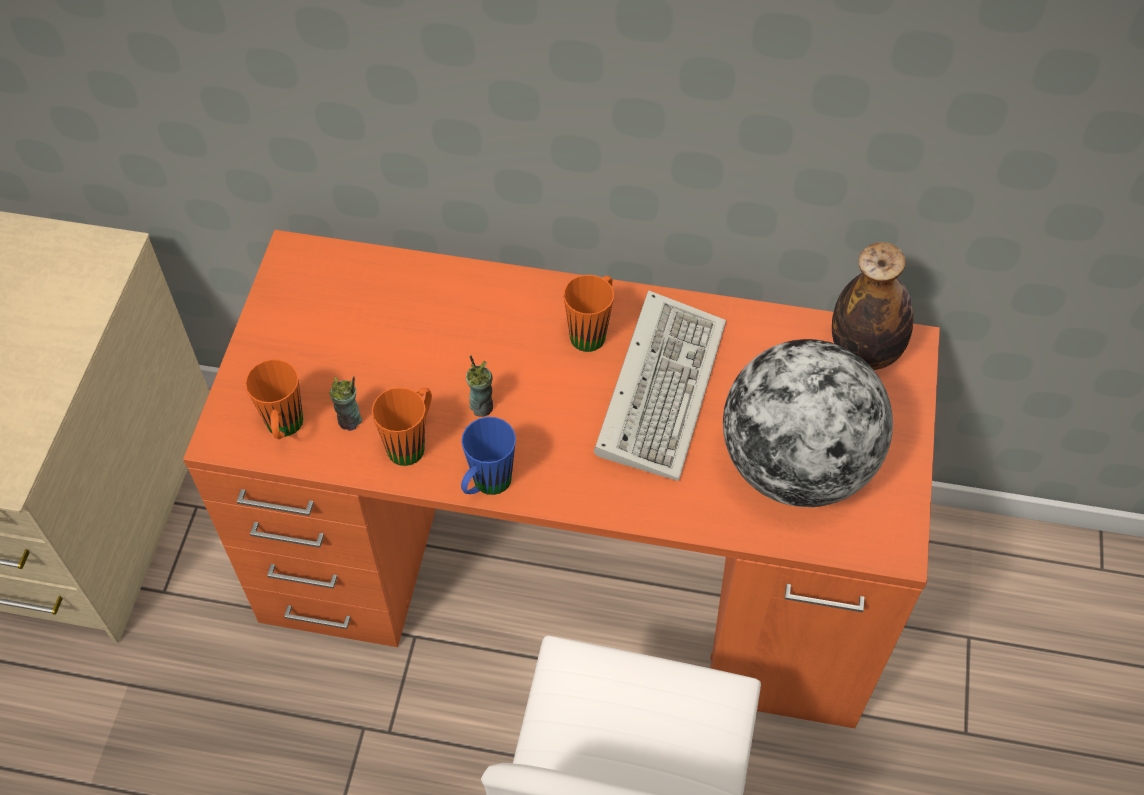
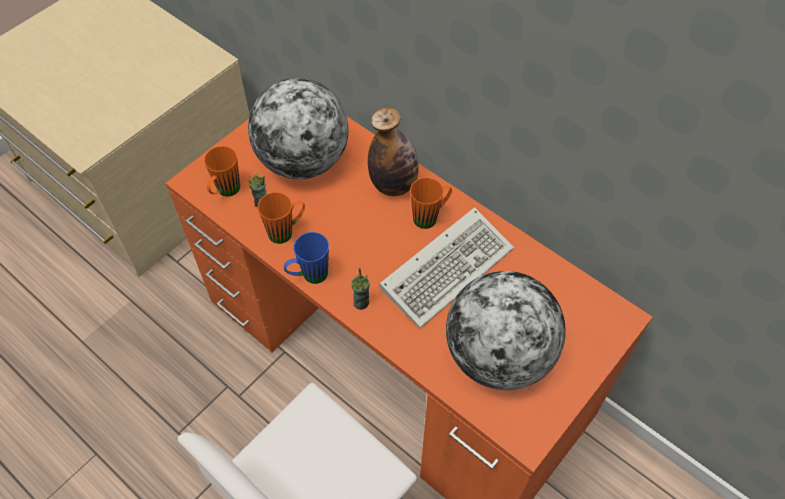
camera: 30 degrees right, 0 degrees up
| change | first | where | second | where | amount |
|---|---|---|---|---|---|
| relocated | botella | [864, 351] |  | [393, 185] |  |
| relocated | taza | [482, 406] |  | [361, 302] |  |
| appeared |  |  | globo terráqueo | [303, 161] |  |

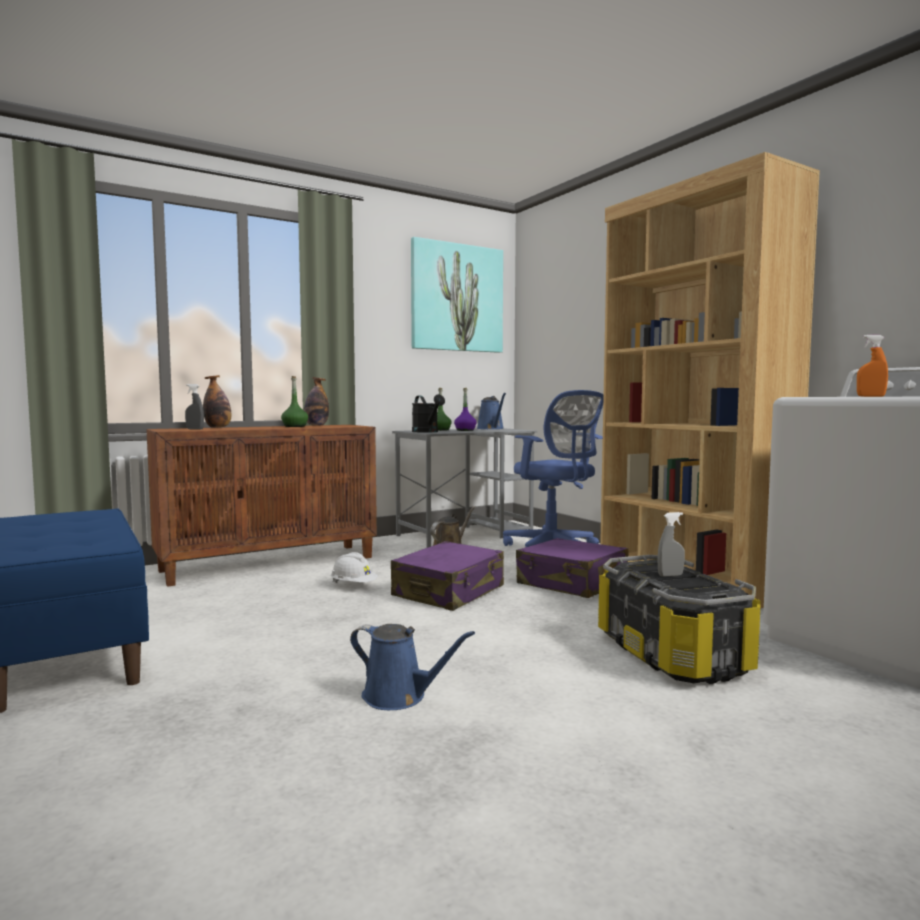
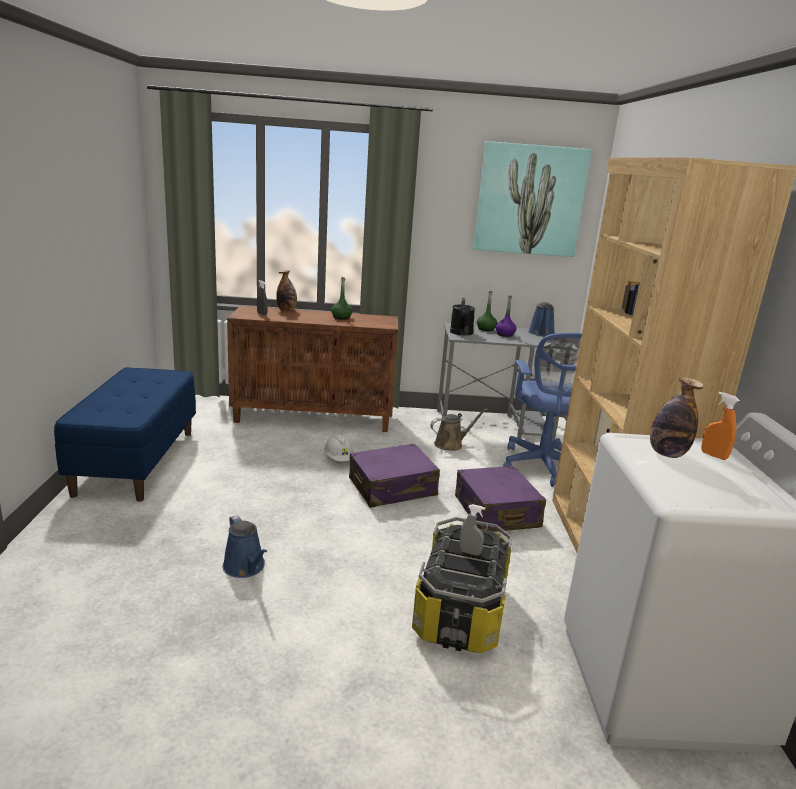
camera: 30 degrees right, 15 degrees up
| change | first | where | second | where | amount |
|---|---|---|---|---|---|
| relocated | botella | [316, 425] |  | [667, 454] |  |

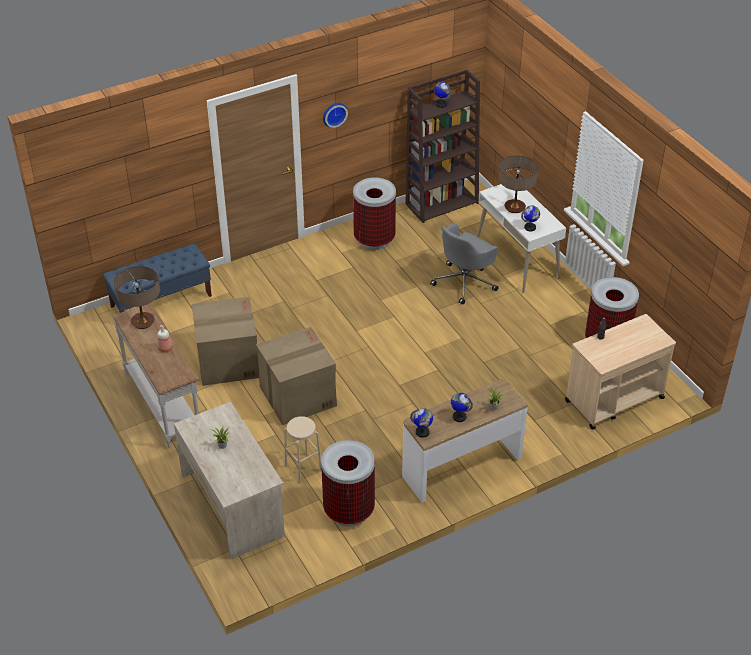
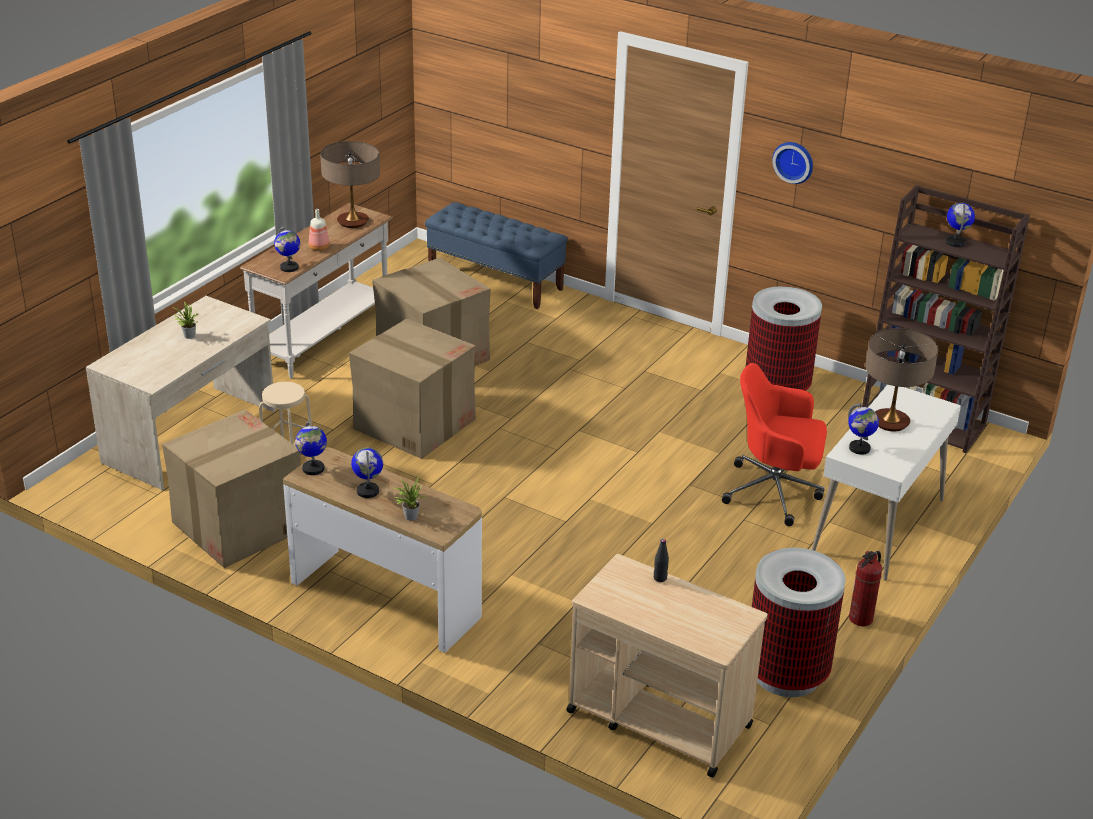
camera: 60 degrees right, 10 degrees down
| change | first | where | second | where | amount |
|---|---|---|---|---|---|
| colour | silla de oficina (gris) | [465, 282] | silla de oficina (rojo) | [775, 491] |  |
| exchanged | papelera | [348, 510] | caja de cartón | [237, 526] |  |
| appeared |  |  | globo terráqueo | [289, 268] |  |
| appeared |  |  | extintor | [861, 619] |  |

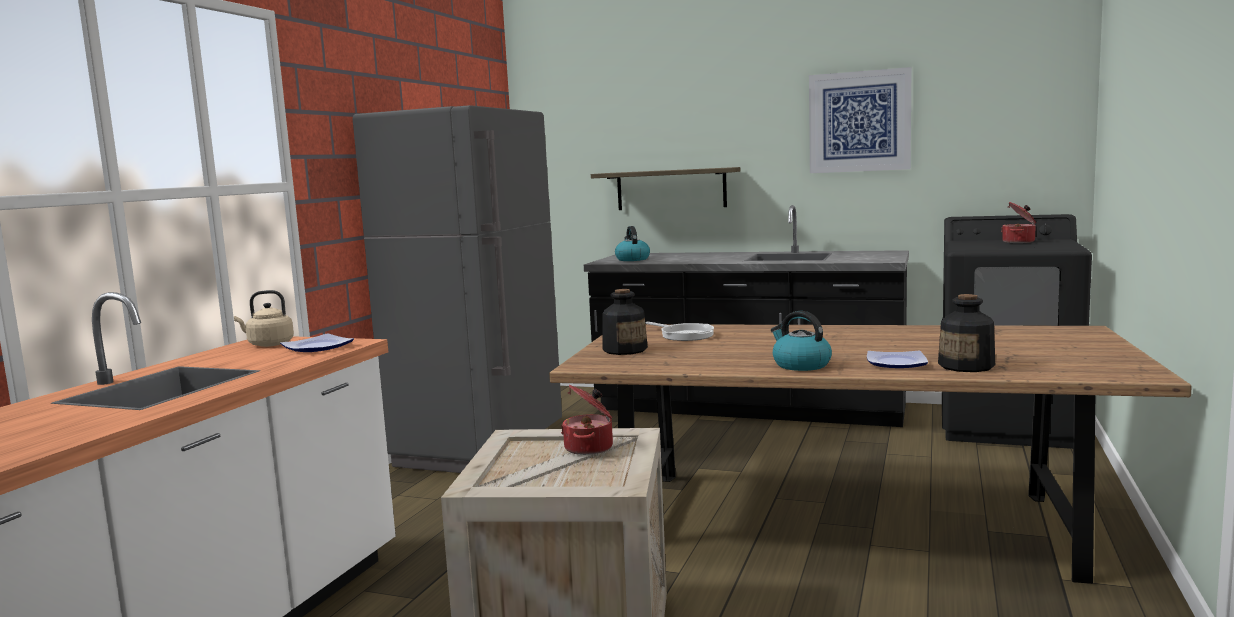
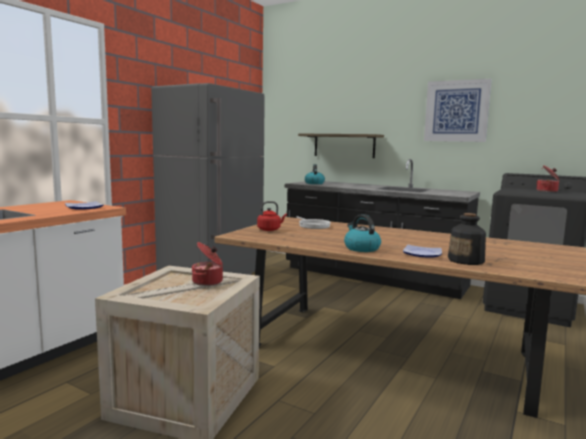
camera: 10 degrees right, 0 degrees up
| change | first | where | second | where | amount |
|---|---|---|---|---|---|
| exchanged | botella | [625, 350] | hervidor (rojo) | [270, 229] |  |
| missing | hervidor (beis) | [268, 344] |  |  |  |

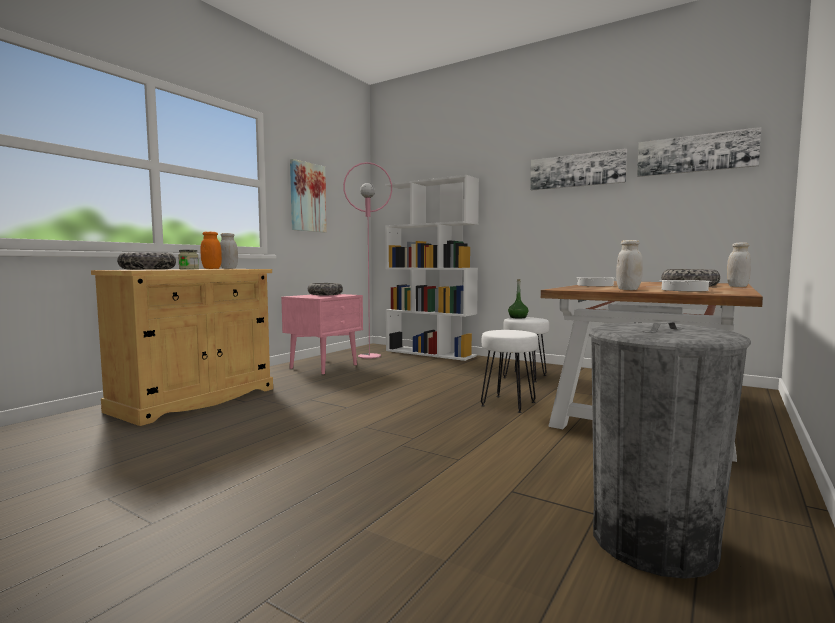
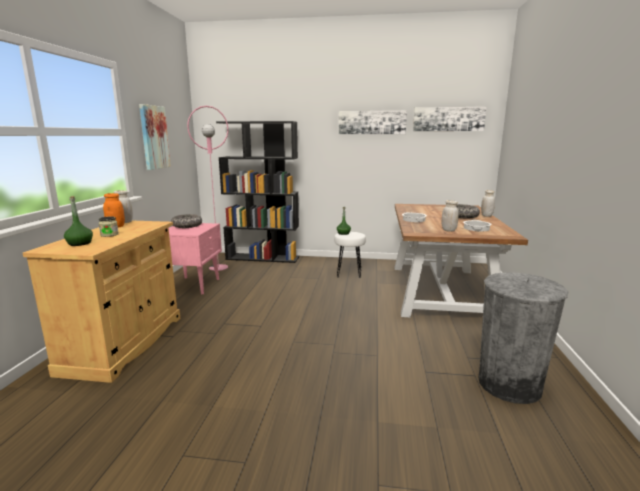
camera: 25 degrees left, 10 degrees up
| change | first | where | second | where | amount |
|---|---|---|---|---|---|
| colour | estantería (blanco) | [430, 353] | estantería (negro) | [263, 258] |  |
| exchanged | cuenco | [147, 269] | botella (verde) | [80, 243] |  |
| missing | taburete (blanco) | [508, 404] |  |  |  |

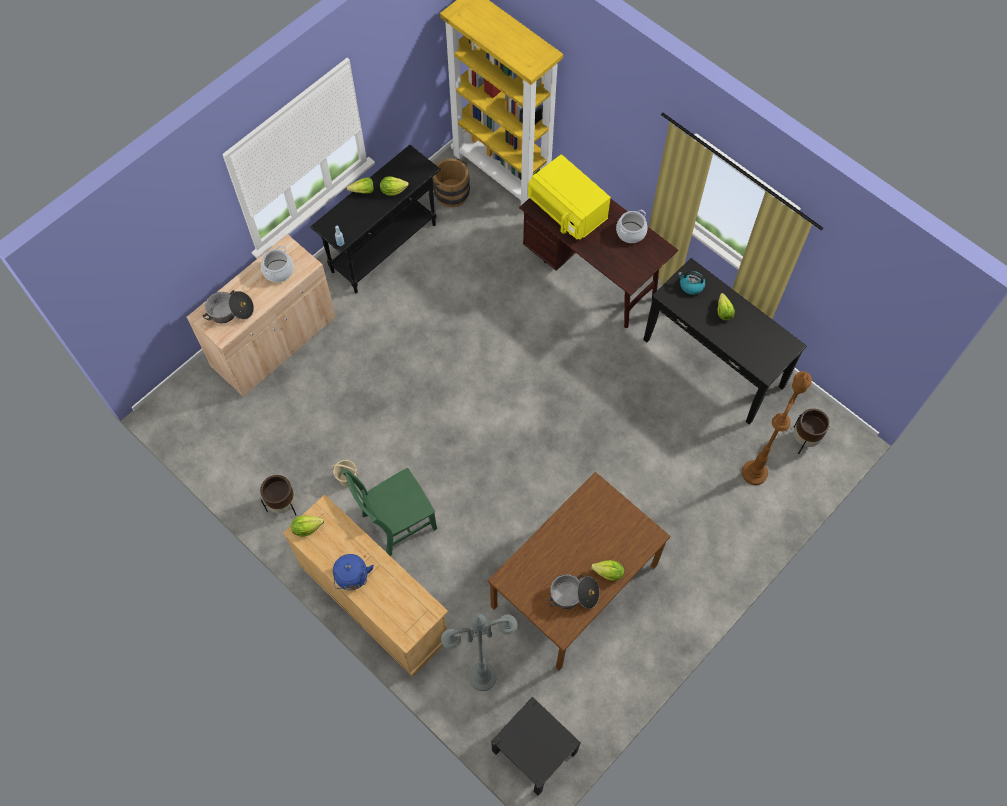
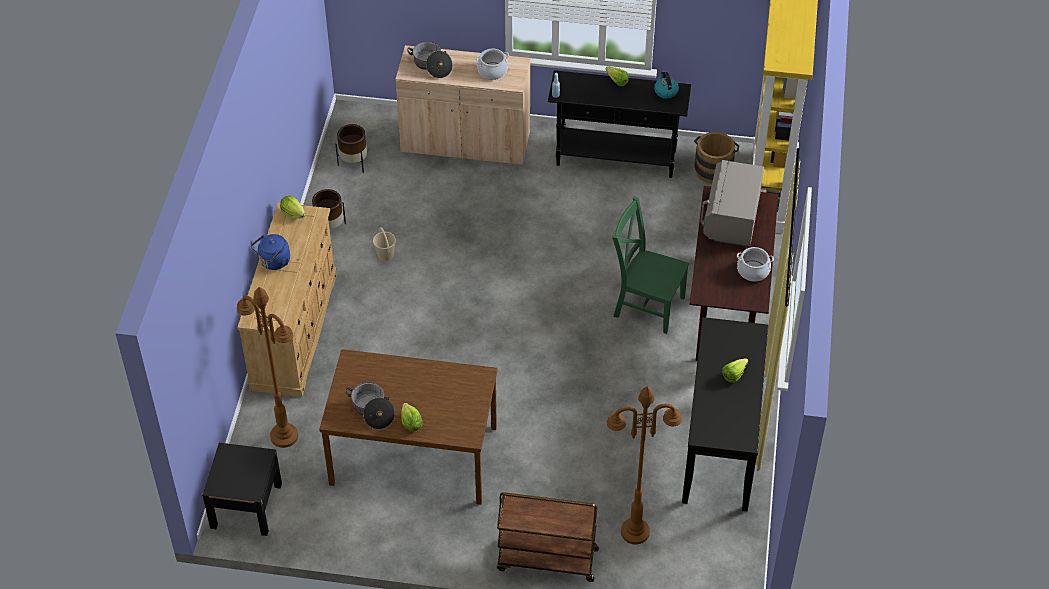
camera: 55 degrees right, 15 degrees down
| change | first | where | second | where | amount |
|---|---|---|---|---|---|
| colour | microondas (amarillo) | [567, 211] | microondas (gris) | [731, 218] |  |
| missing | lechuga | [393, 190] |  |  |  |
| relocated | hervidor | [691, 285] |  | [665, 91] |  |
| relocated | maceta (marrón) | [804, 439] |  | [354, 163] |  |
| relocated | silla (verde) | [396, 523] |  | [646, 305] |  |
| colour | lámpara de pie (gris) | [482, 677] | lámpara de pie (marrón) | [283, 436] |  |
| appeared |  |  | carrito (marrón) | [546, 560] |  |

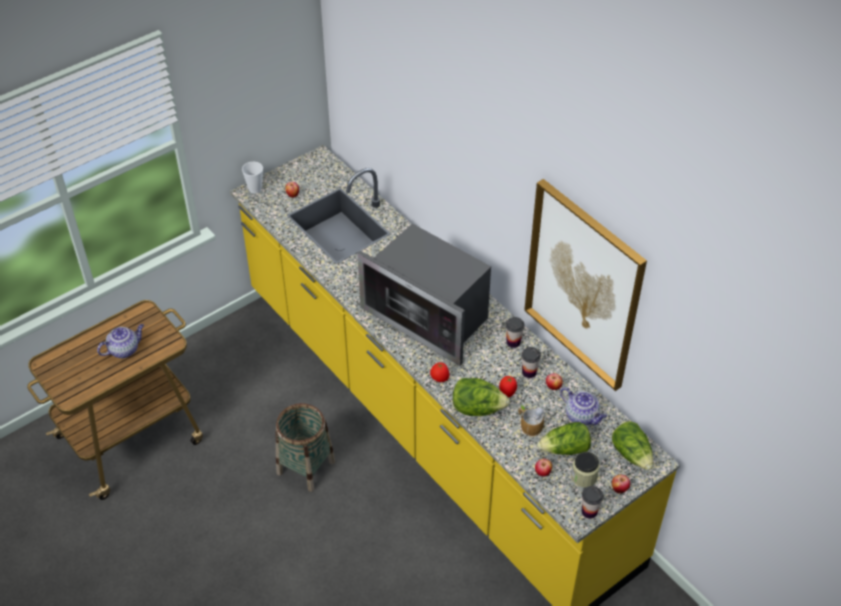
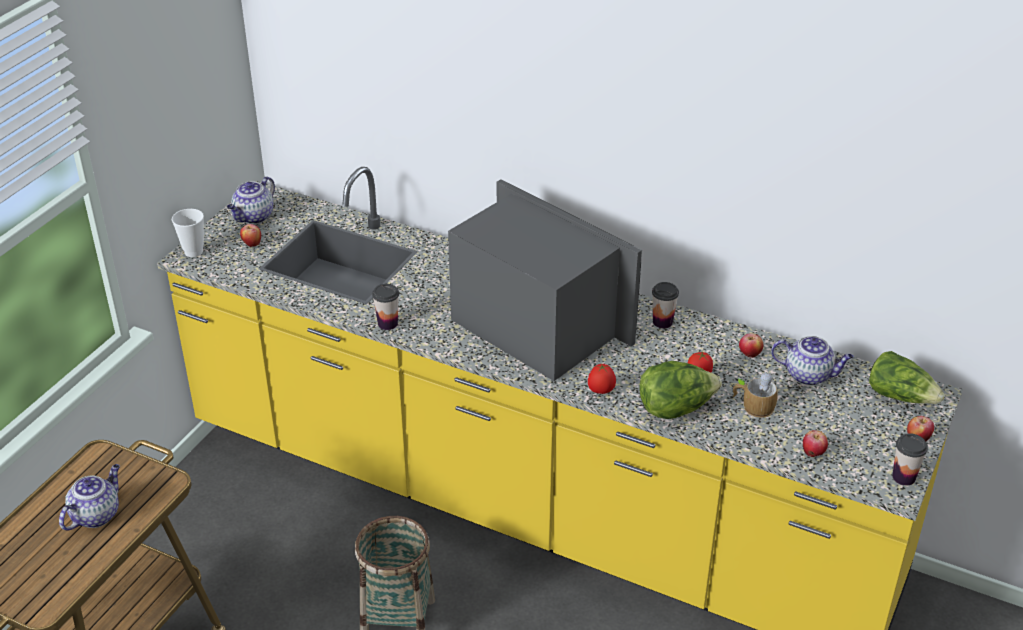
camera: 25 degrees left, 10 degrees down
| change | first | where | second | where | amount |
|---|---|---|---|---|---|
| missing | cuadro | [583, 285] |  |  |  |
| spun | microondas | [429, 316] |  | [534, 326] | 150 degrees counterclockwise |
| relocated | taza | [529, 372] |  | [387, 323] |  |
| missing | lechuga | [565, 449] |  |  |  |
| missing | tarro | [584, 477] |  |  |  |
| appeared |  |  | tetera | [254, 217] |  |

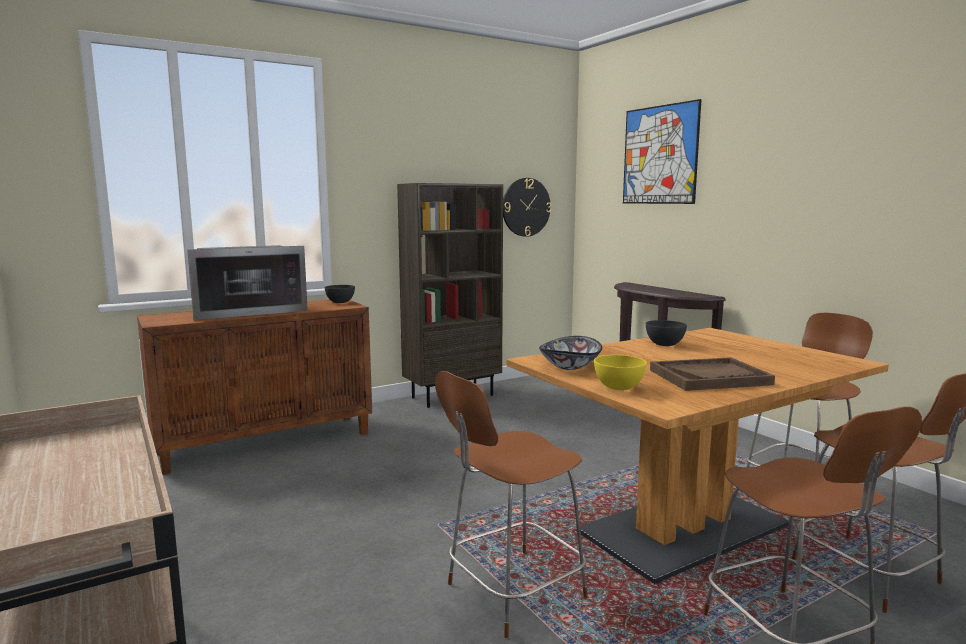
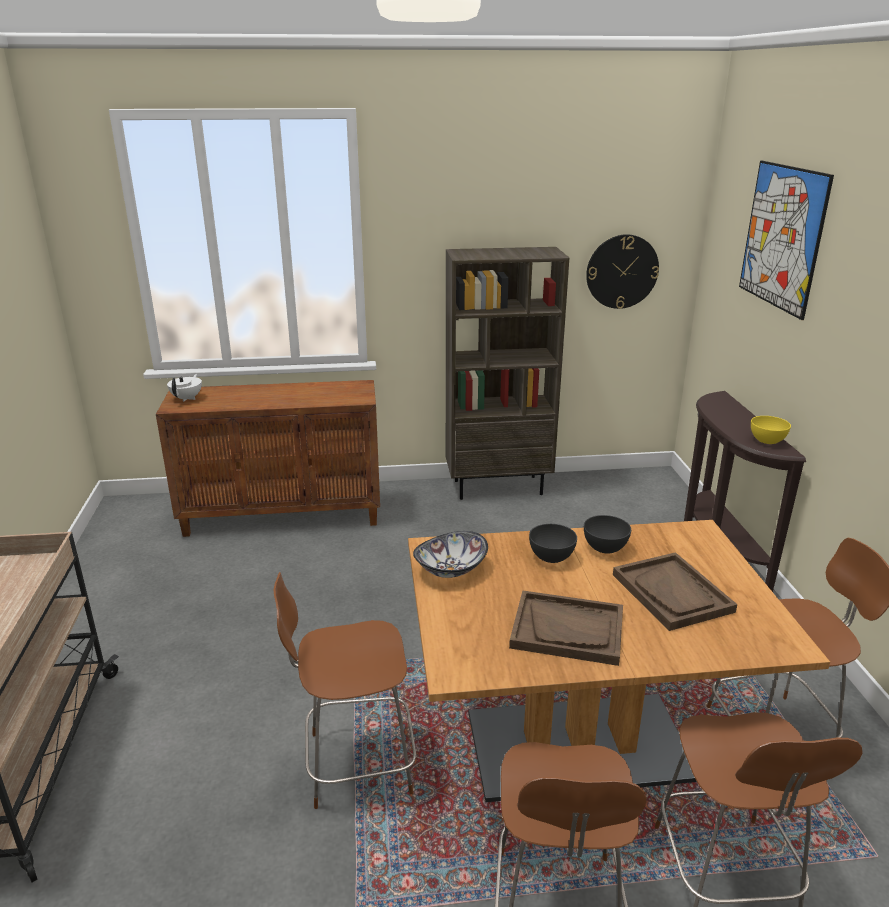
camera: 25 degrees right, 15 degrees up
| change | first | where | second | where | amount |
|---|---|---|---|---|---|
| missing | microondas | [248, 311] |  |  |  |
| relocated | cuenco (gris) | [340, 302] |  | [551, 557] |  |
| relocated | cuenco (amarillo) | [619, 387] |  | [767, 441] |  |
| appeared |  |  | tetera (blanco) | [187, 398] |  |
| appeared |  |  | bandeja (marrón) | [672, 593] |  |

